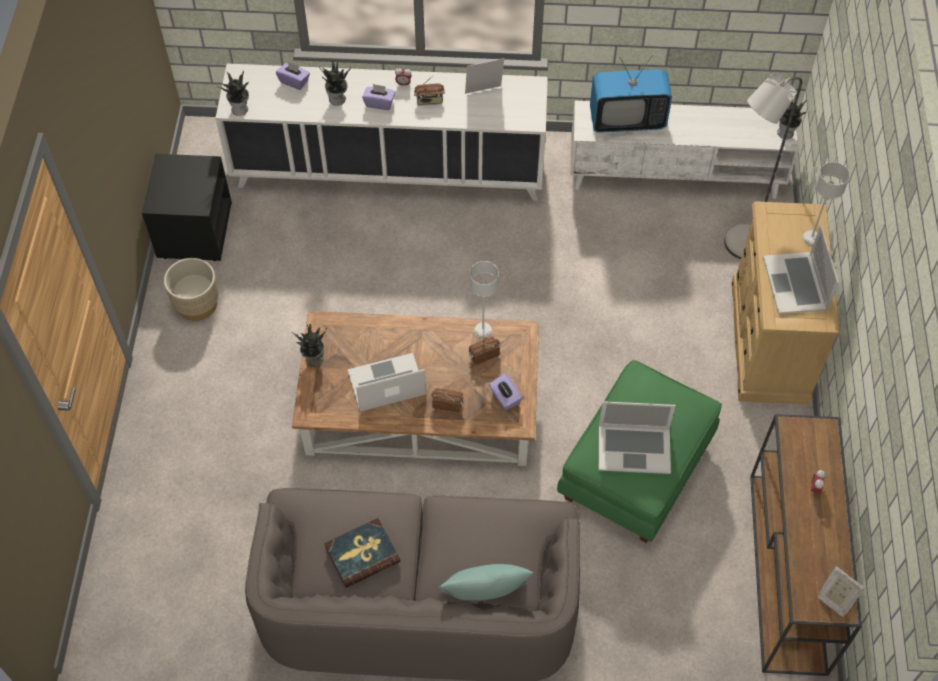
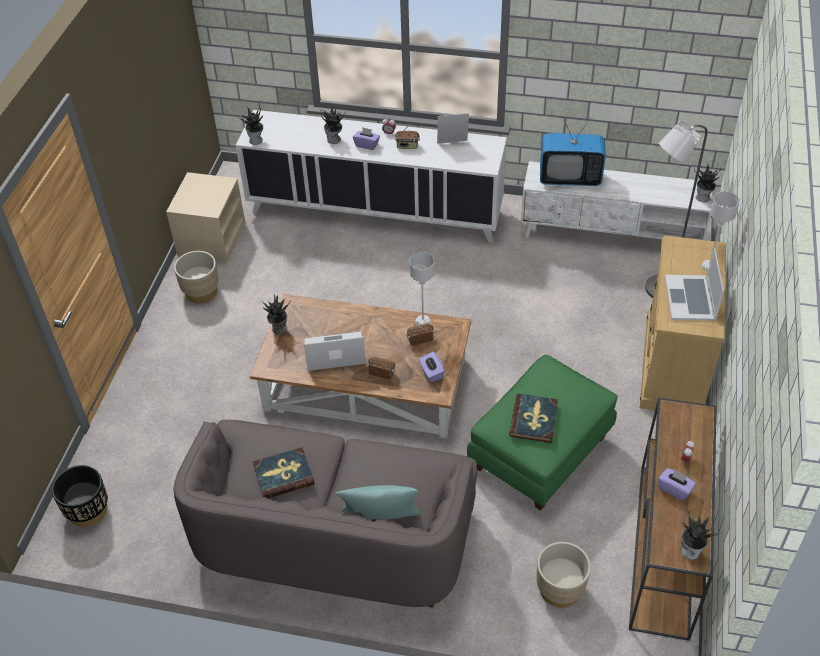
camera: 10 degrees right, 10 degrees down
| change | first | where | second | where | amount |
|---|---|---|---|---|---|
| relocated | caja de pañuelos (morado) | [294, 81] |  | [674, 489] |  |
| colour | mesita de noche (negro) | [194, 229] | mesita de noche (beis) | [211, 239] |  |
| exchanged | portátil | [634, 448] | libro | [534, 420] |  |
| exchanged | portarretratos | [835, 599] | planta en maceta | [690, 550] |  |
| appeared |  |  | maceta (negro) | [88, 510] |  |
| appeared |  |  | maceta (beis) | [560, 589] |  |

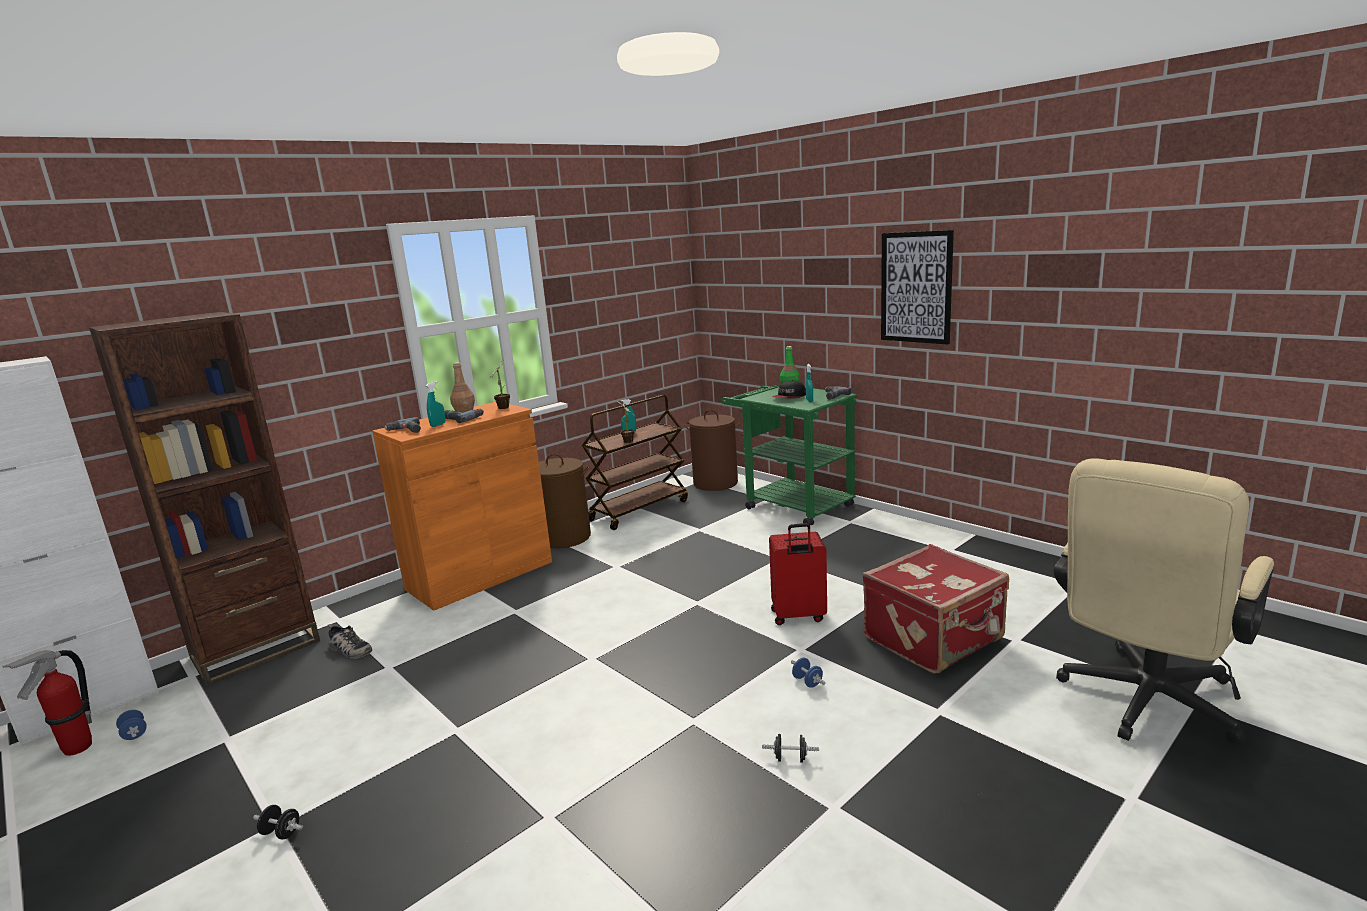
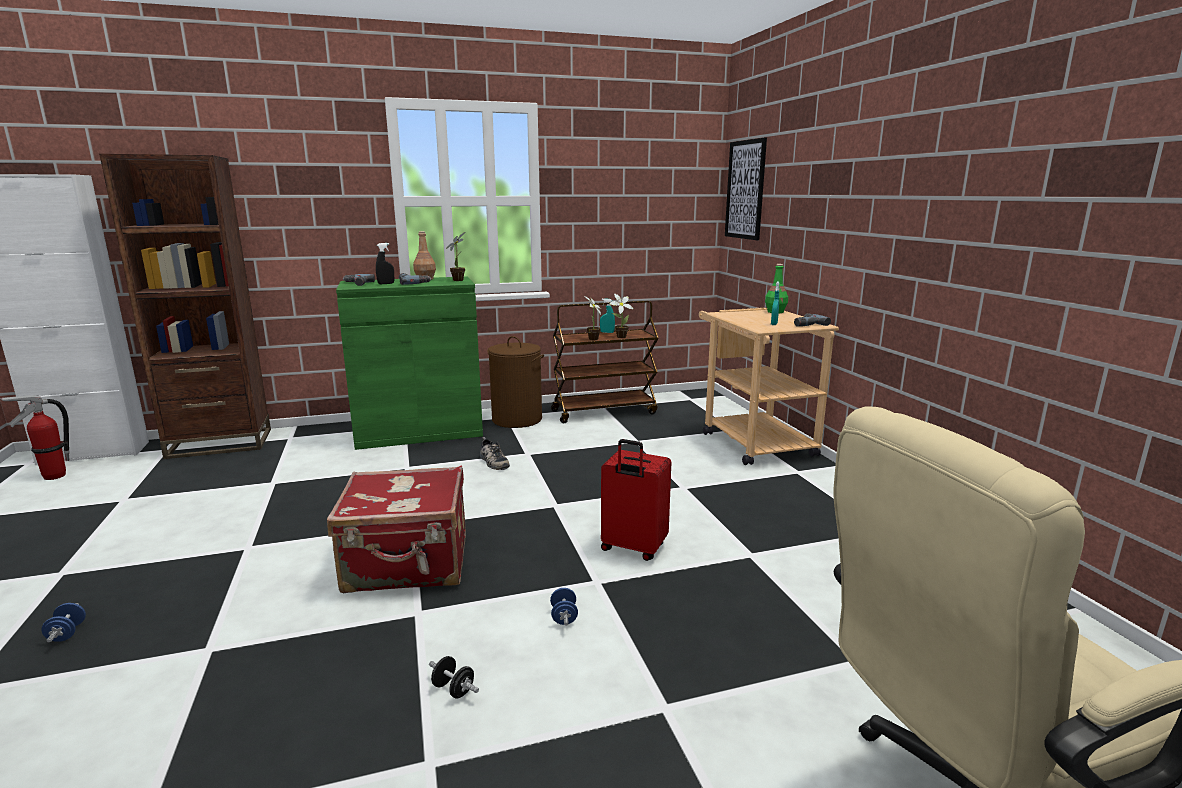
camera: 25 degrees right, 0 degrees up
| change | first | where | second | where | amount |
|---|---|---|---|---|---|
| relocated | cuadro | [916, 287] |  | [745, 190] |  |
| missing | gorra | [789, 397] |  |  |  |
| colour | pulverizador (turquesa) | [438, 425] | pulverizador (negro) | [386, 284] |  |
| colour | carrito (verde) | [791, 505] | carrito (beis) | [752, 441] |  |
| colour | armario (naranja) | [480, 575] | armario (verde) | [419, 432] |  |
| missing | cesto de la ropa (marrón) | [716, 483] |  |  |  |
| relocated | maleta (rojo) | [935, 639] |  | [408, 564] |  |
| relocated | zapato | [348, 650] |  | [493, 462] |  |
| relocated | mancuerna (azul) | [134, 734] |  | [67, 633] |  |
| missing | mancuerna (negro) | [281, 833] |  |  |  |
| appeared |  |  | planta en maceta | [619, 337] |  |

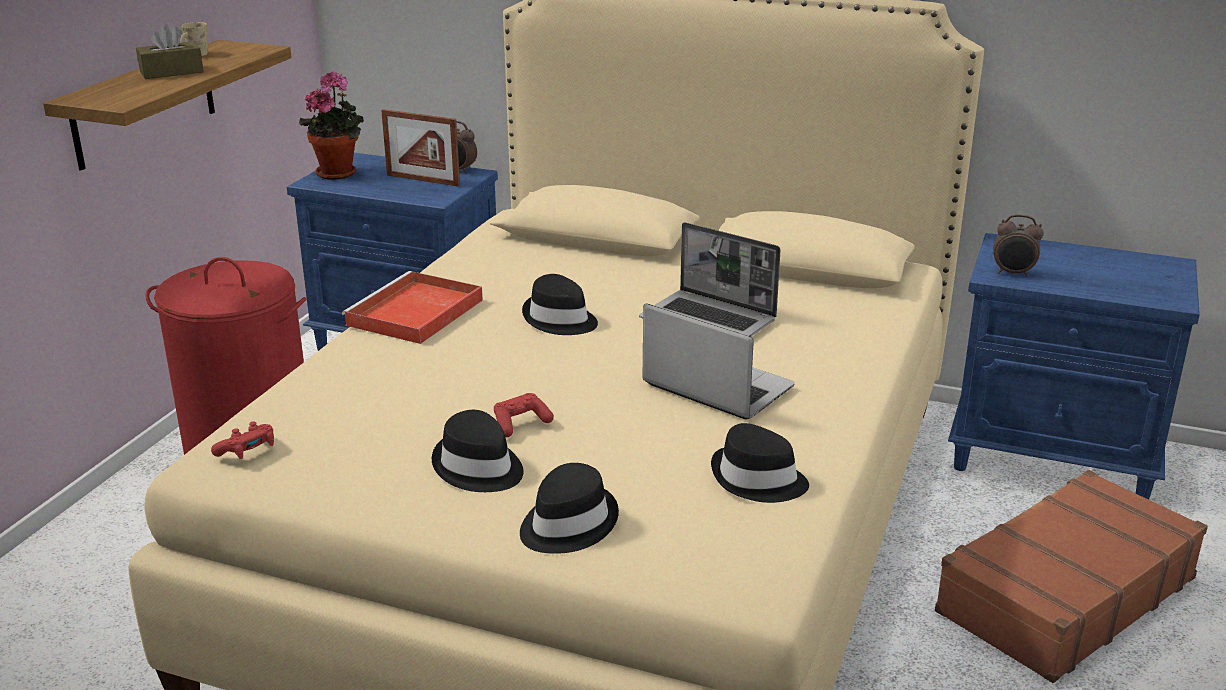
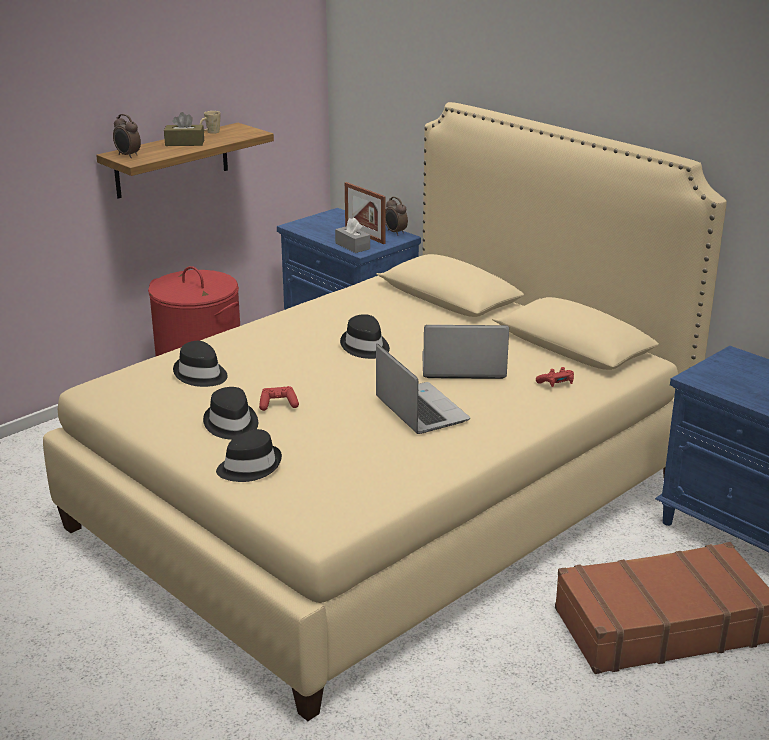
camera: 25 degrees right, 0 degrees up
| change | first | where | second | where | amount |
|---|---|---|---|---|---|
| missing | planta en maceta | [339, 172] |  |  |  |
| relocated | despertador | [1013, 273] |  | [128, 156] |  |
| spun | portátil | [709, 321] |  | [462, 367] | 120 degrees clockwise |
| missing | bandeja (rojo) | [414, 314] |  |  |  |
| relocated | mando de consola (rojo) | [248, 451] |  | [556, 384] |  |
| relocated | sombrero (negro) | [758, 480] |  | [201, 375] |  |
| appeared |  |  | caja de pañuelos (gris) | [352, 246] |  |

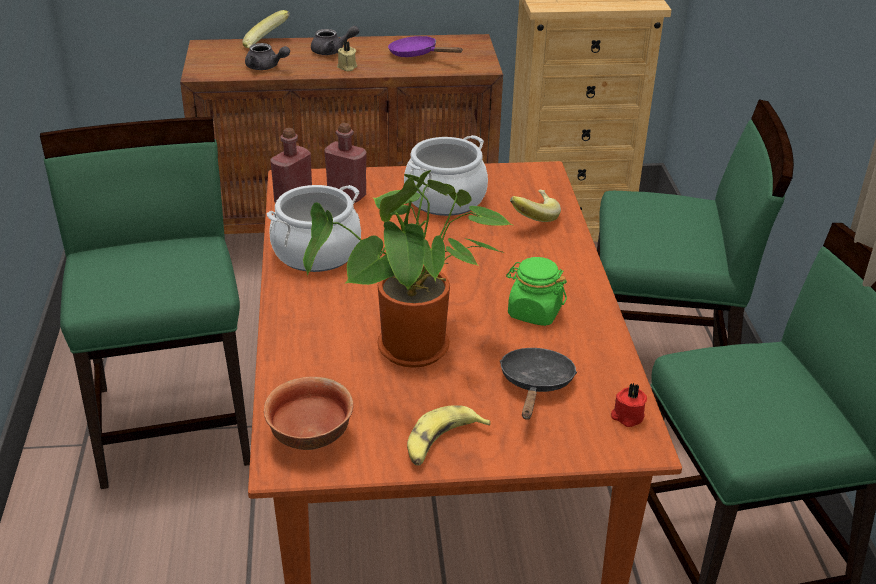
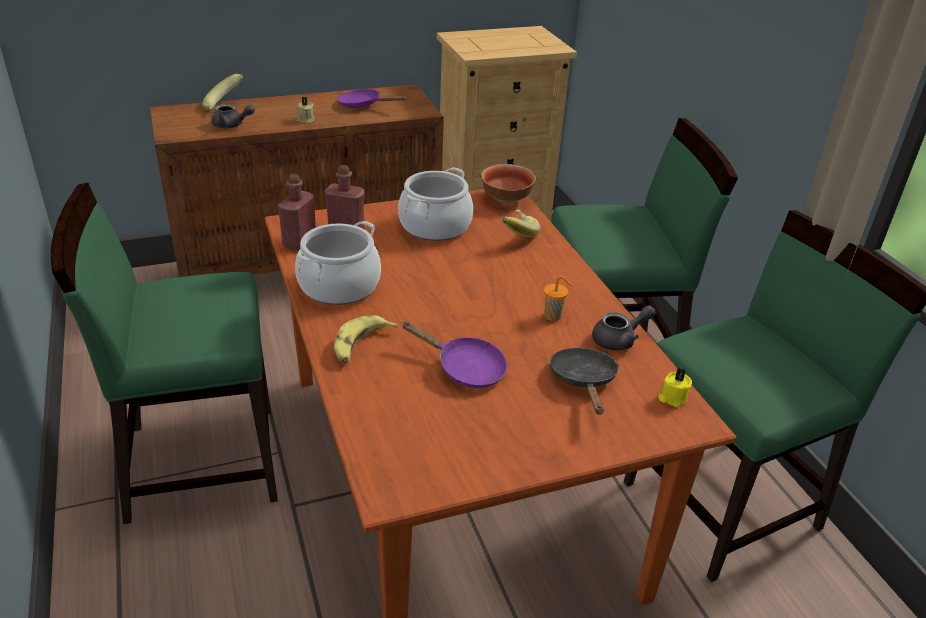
camera: 15 degrees left, 0 degrees up
| change | first | where | second | where | amount |
|---|---|---|---|---|---|
| relocated | tetera (gris) | [332, 51] |  | [619, 340] |  |
| spun | silla (verde) | [174, 422] |  | [200, 461] | 75 degrees counterclockwise |
| exchanged | planta en maceta | [412, 354] | sartén (morado) | [464, 368] |  |
| exchanged | tarro (verde) | [534, 312] | taza (naranja) | [553, 316] |  |
| relocated | cuenco | [312, 437] |  | [507, 199] |  |
| colour | vela (rojo) | [627, 416] | vela (amarillo) | [672, 398] |  |
| relocated | plátano | [442, 443] |  | [361, 346] |  |

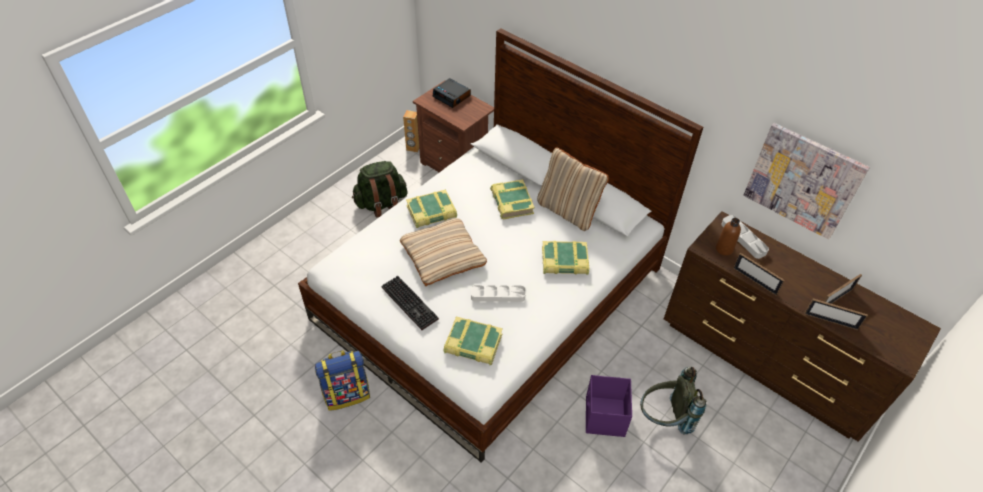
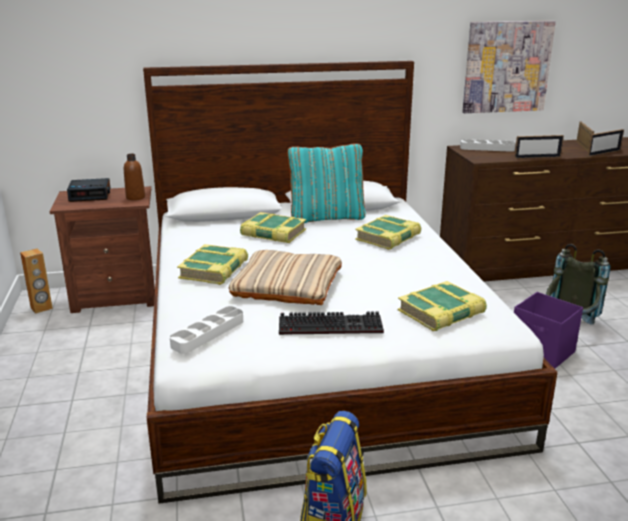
camera: 50 degrees left, 25 degrees down
| change | first | where | second | where | amount |
|---|---|---|---|---|---|
| colour | cojín (beis) | [568, 211] | cojín (turquesa) | [326, 217] |  |
| missing | mochila (verde) | [381, 204] |  |  |  |
| relocated | botella (marrón) | [724, 249] |  | [135, 197] |  |
| relocated | bandeja (blanco) | [497, 295] |  | [208, 333] |  |

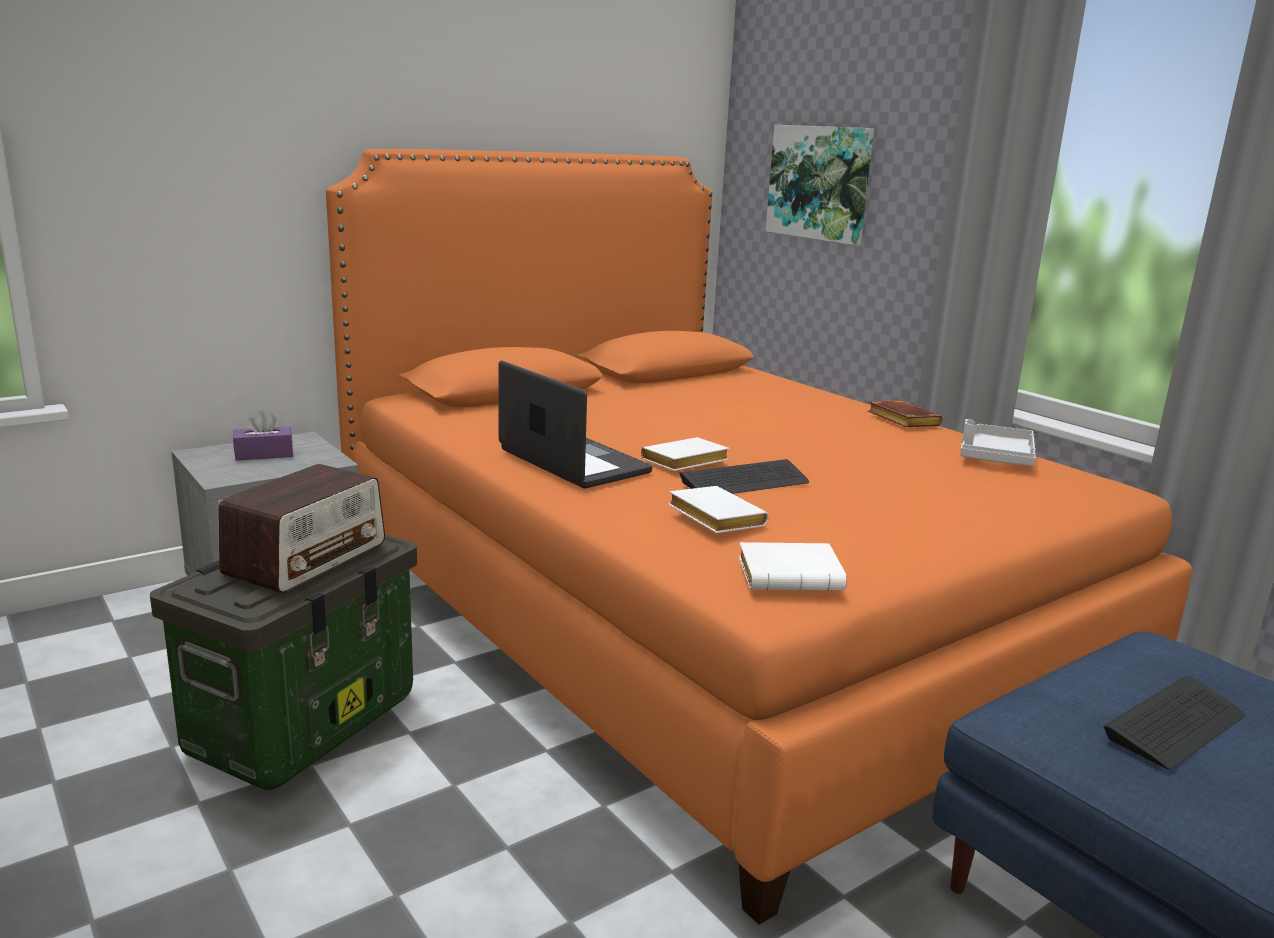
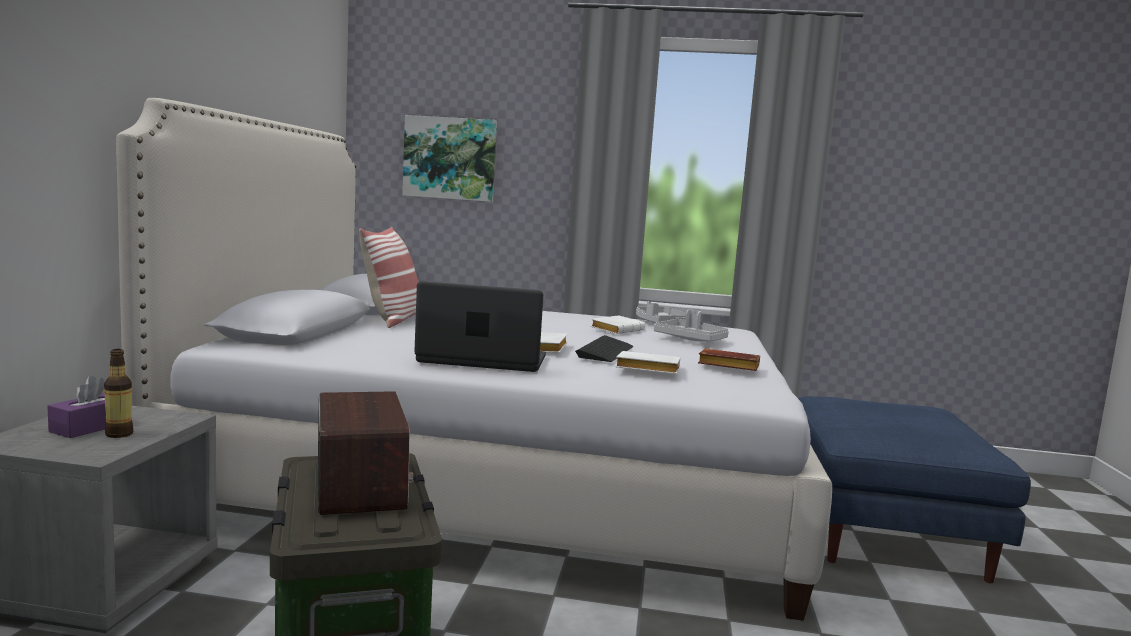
camera: 45 degrees left, 10 degrees down
| change | first | where | second | where | amount |
|---|---|---|---|---|---|
| colour | cama (naranja) | [702, 617] | cama (blanco) | [502, 483] |  |
| relocated | libro (marrón) | [900, 420] |  | [726, 366] |  |
| relocated | libro (blanco) | [792, 575] |  | [617, 329] |  |
| missing | teclado | [1175, 725] |  |  |  |
| appeared |  |  | cojín | [393, 319] |  |
| appeared |  |  | bandeja (gris) | [691, 339] |  |
| appeared |  |  | botella | [119, 434] |  |

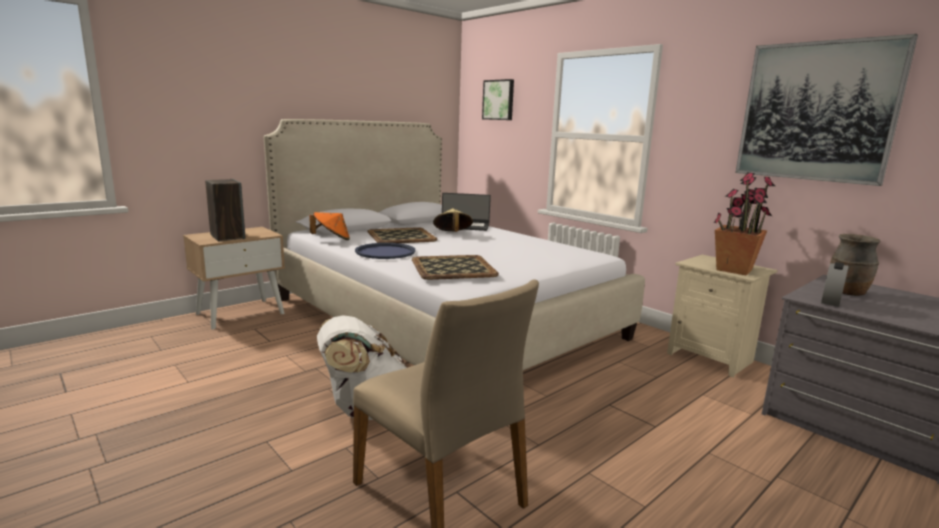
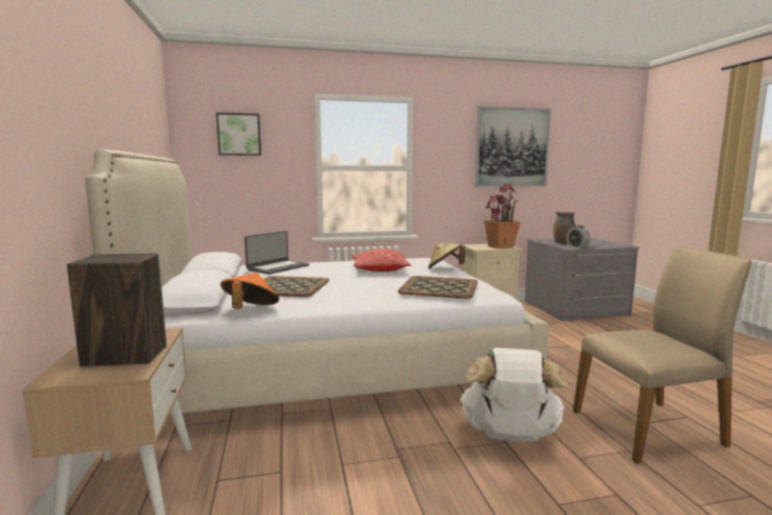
camera: 60 degrees left, 5 degrees down
| change | first | where | second | where | amount |
|---|---|---|---|---|---|
| relocated | sombrero (beis) | [452, 234] |  | [445, 269] |  |
| missing | bandeja (azul) | [385, 252] |  |  |  |
| appeared |  |  | cojín | [380, 270] |  |

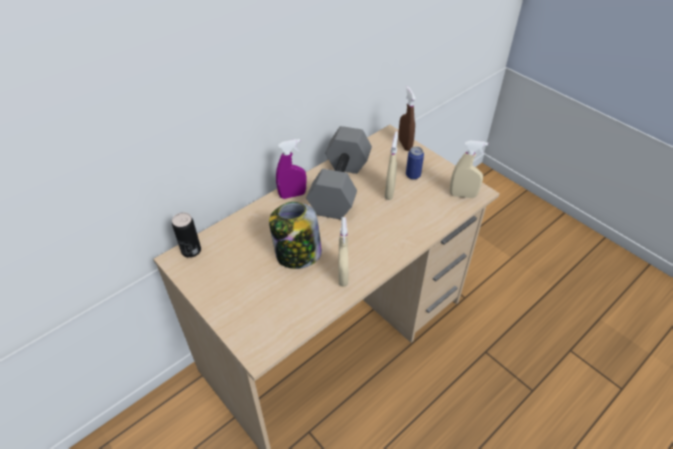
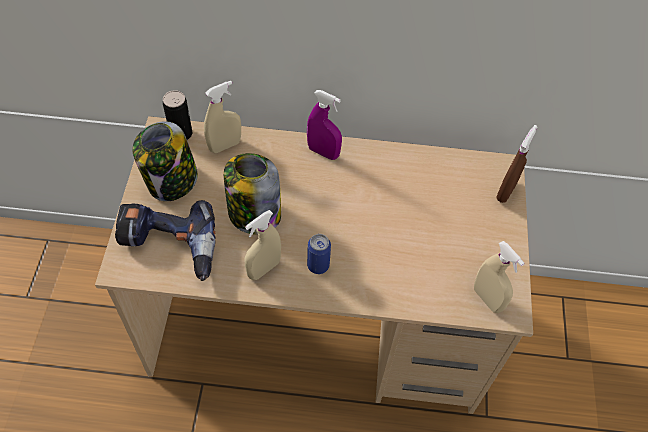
camera: 45 degrees right, 10 degrees up
| change | first | where | second | where | amount |
|---|---|---|---|---|---|
| missing | mancuerna (gris) | [341, 187] |  |  |  |
| relocated | pulverizador (beis) | [389, 192] |  | [225, 145] |  |
| relocated | lata | [413, 175] |  | [318, 265] |  |
| appeared |  |  | tarro | [171, 181] |  |
| appeared |  |  | taladro | [168, 247] |  |

